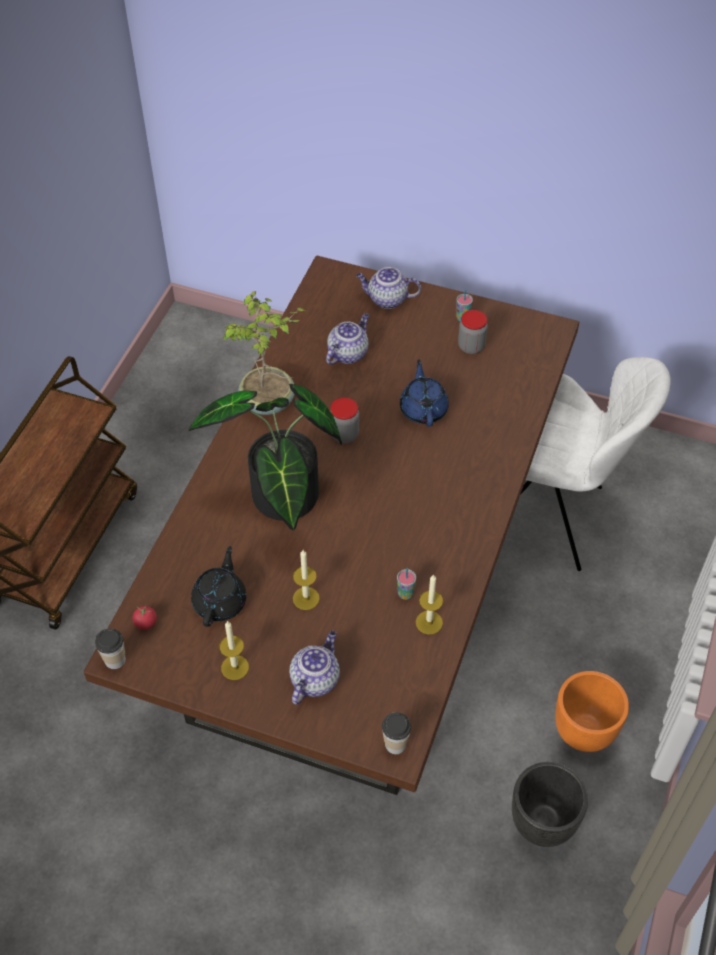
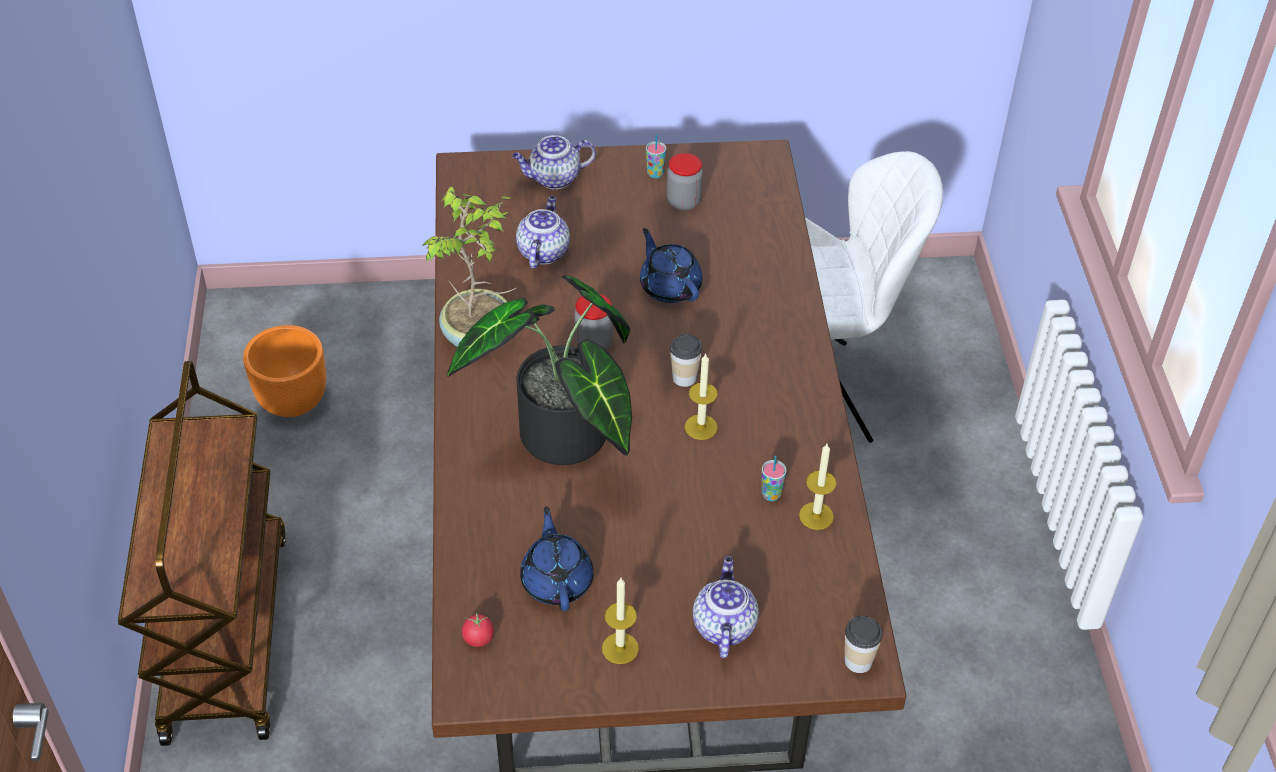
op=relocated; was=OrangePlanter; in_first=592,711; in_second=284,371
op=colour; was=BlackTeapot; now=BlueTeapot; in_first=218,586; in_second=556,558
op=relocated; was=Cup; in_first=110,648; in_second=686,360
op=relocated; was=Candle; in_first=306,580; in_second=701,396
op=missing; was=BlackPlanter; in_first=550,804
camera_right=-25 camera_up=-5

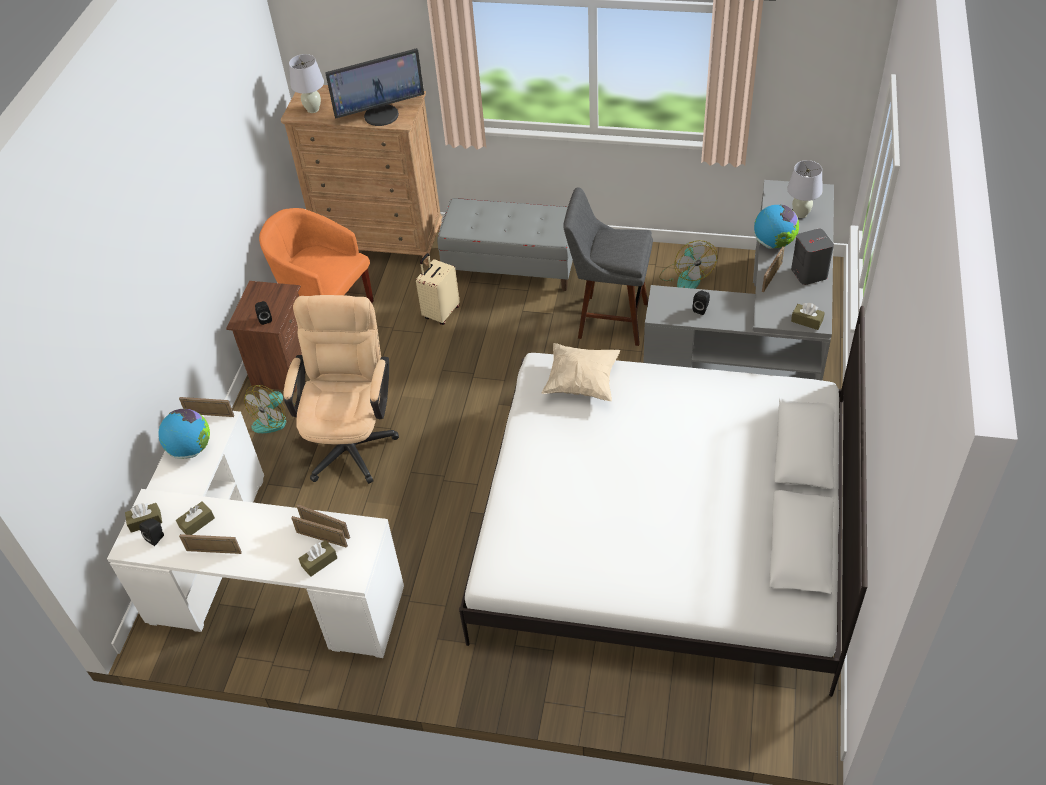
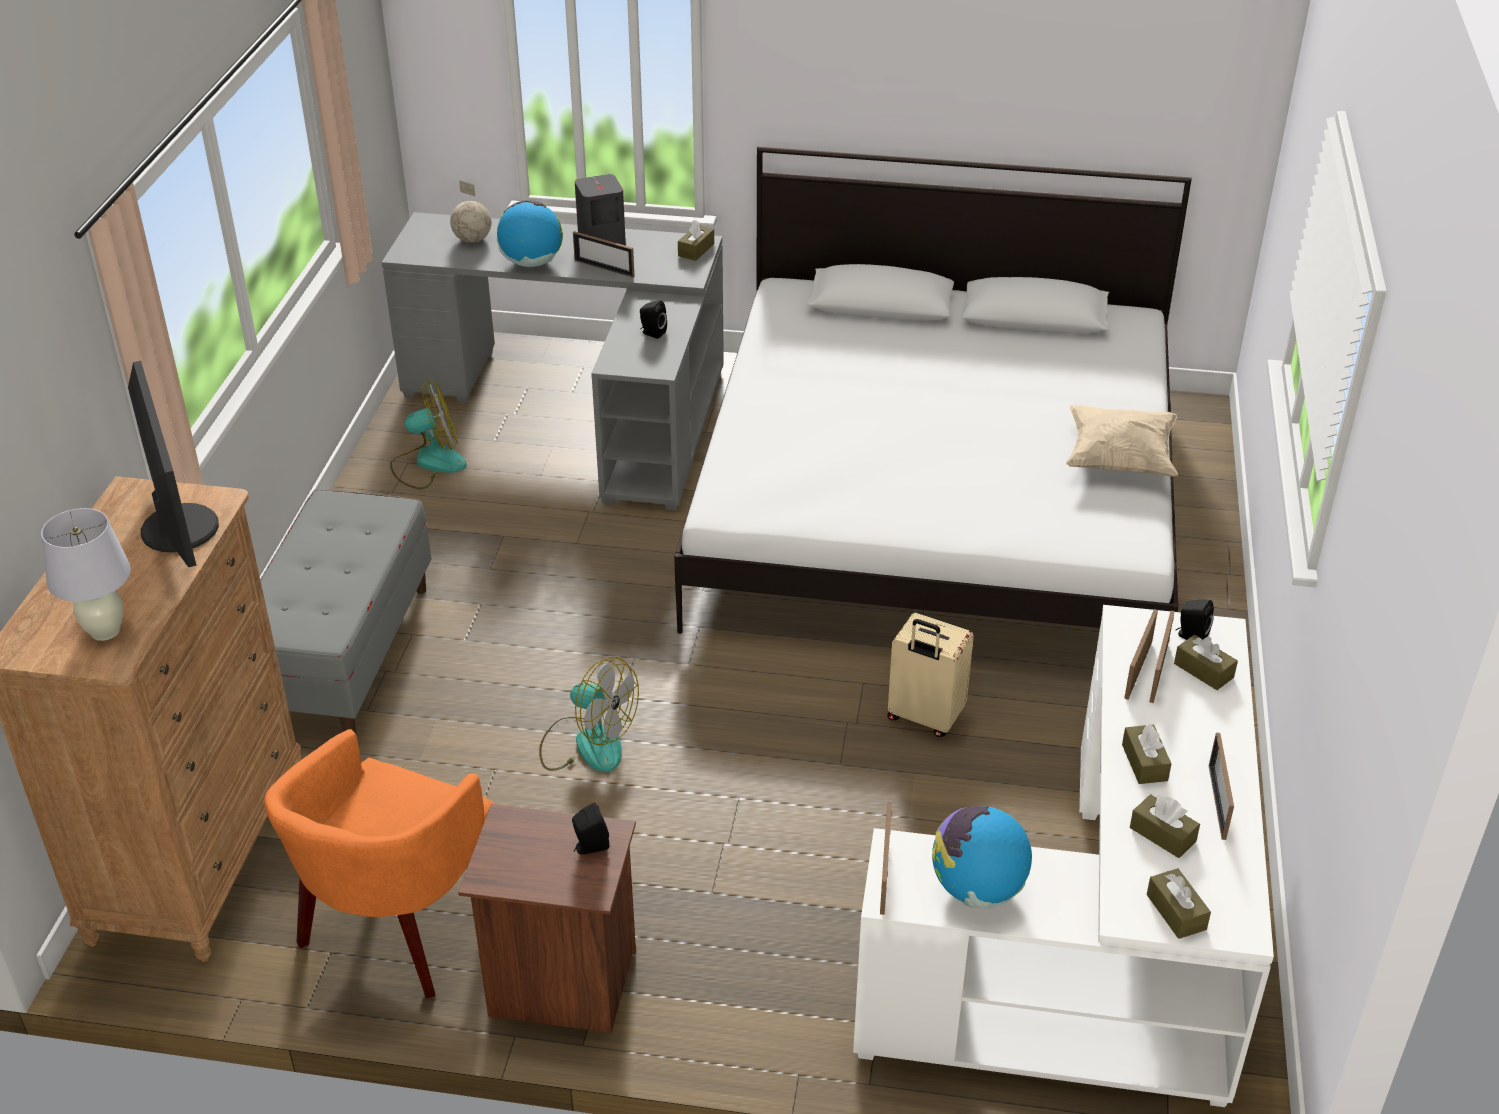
op=exchanged; was=WhiteTableLamp; now=Globe; in_first=805,189; in_second=470,211
op=relocated; was=Fan; in_first=269,409; in_second=589,714
op=relocated; was=BeigeSuitcase; in_first=438,289; in_second=930,675
op=relocated; was=BeigePillow; in_first=581,372; in_second=1122,441
op=appeared; now=BrownTissueBox; in_second=1146,753
op=relocated; was=BlackSpeaker; in_first=151,532; in_second=1195,619
op=missing; was=BeigeOfficeChair; in_first=341,389
op=missing; was=GreyStool; in_first=608,266
camera_right=-95 camera_up=-10

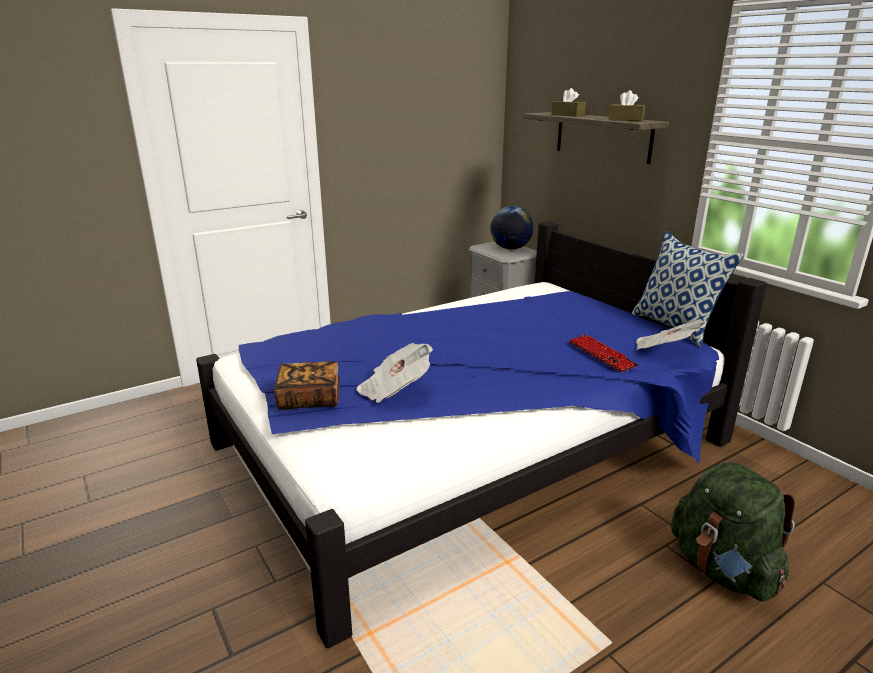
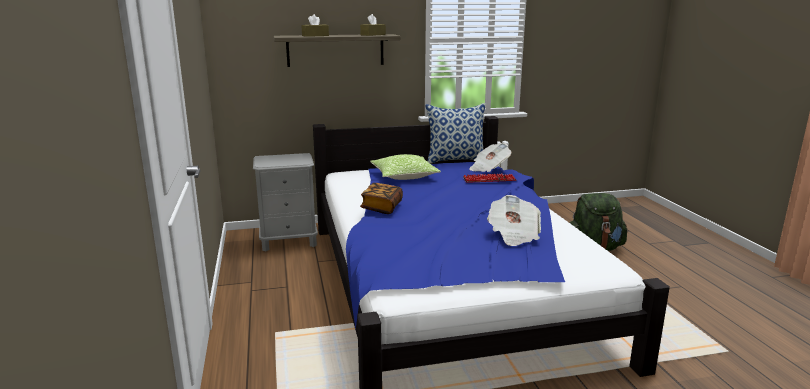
op=relocated; was=Book; in_first=307,385; in_second=381,198
op=appeared; now=Pillow; in_second=405,167
op=missing; was=Globe; in_first=512,228
camera_right=-70 camera_up=-5

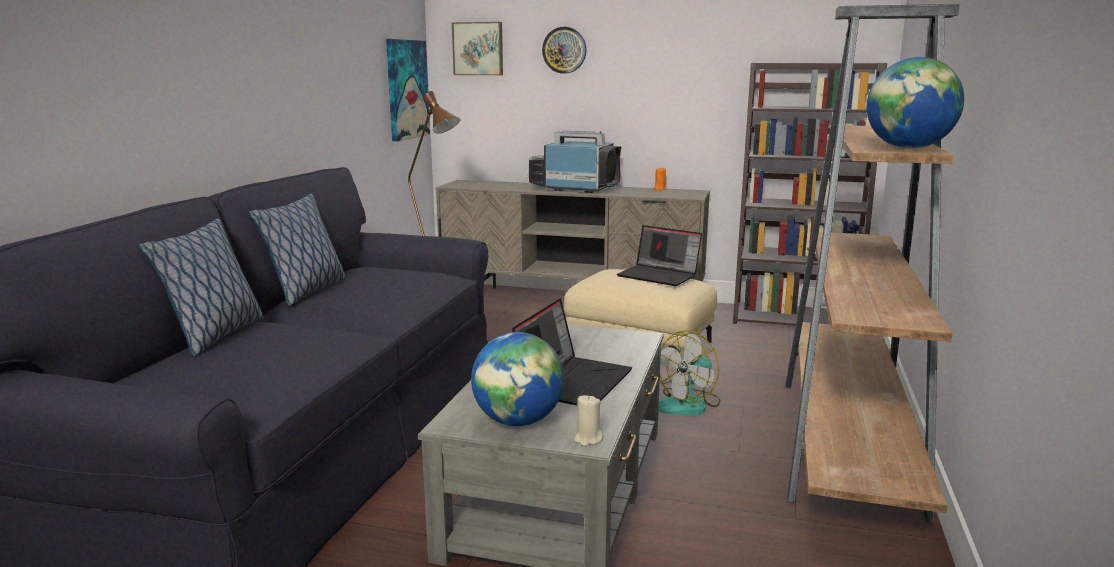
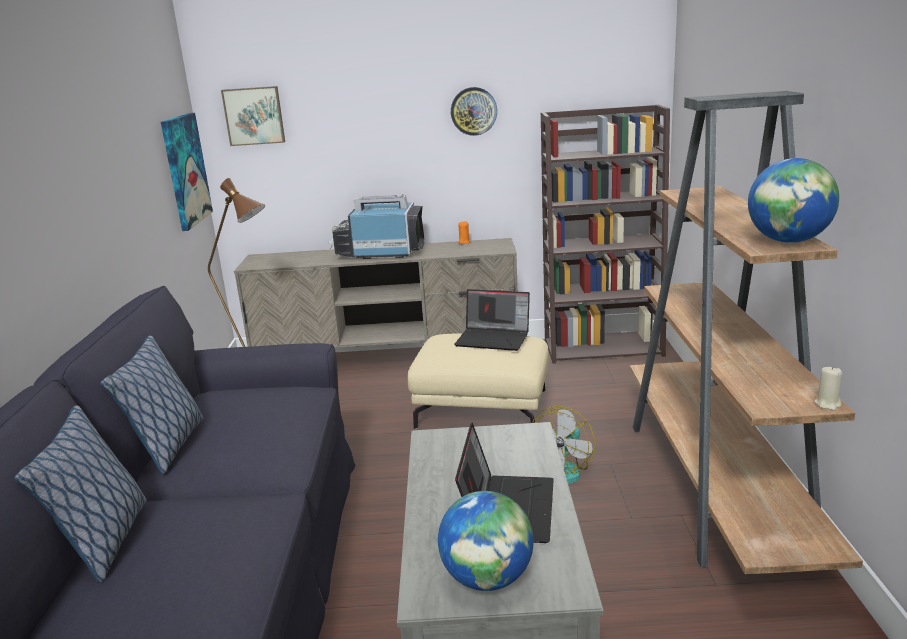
op=relocated; was=WallClock; in_first=564,50; in_second=474,111
op=relocated; was=BeigeCandle; in_first=589,420; in_second=828,388
camera_right=-15 camera_up=5

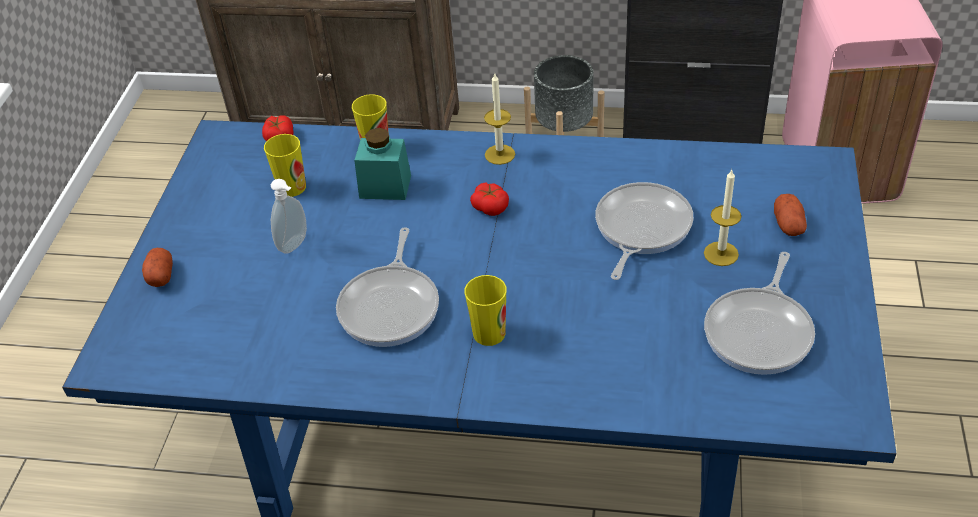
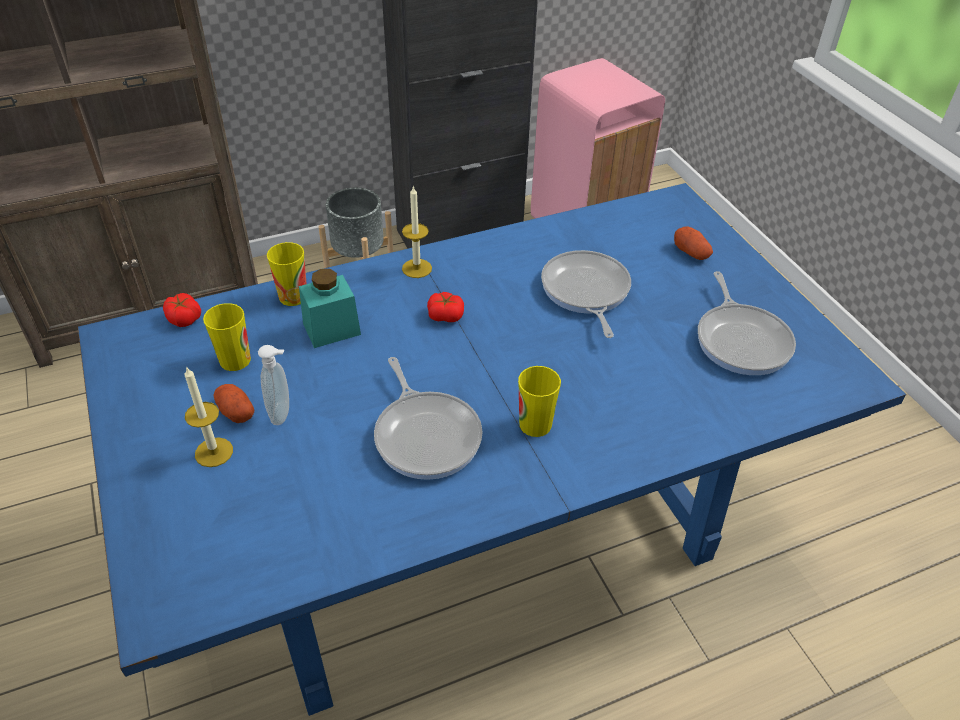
op=relocated; was=Candle; in_first=722,218; in_second=209,416
op=relocated; was=Potato; in_first=157,267; in_second=233,403
camera_right=-35 camera_up=0

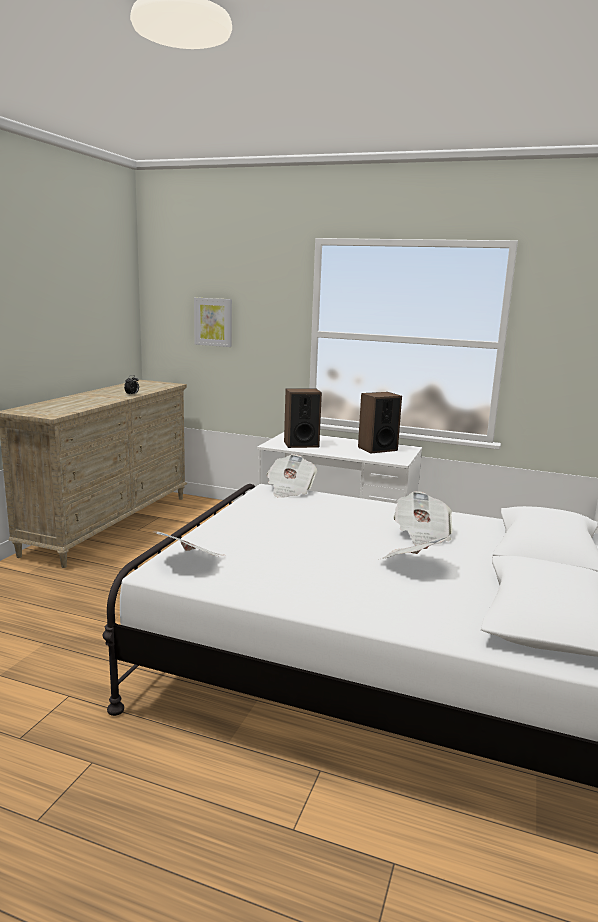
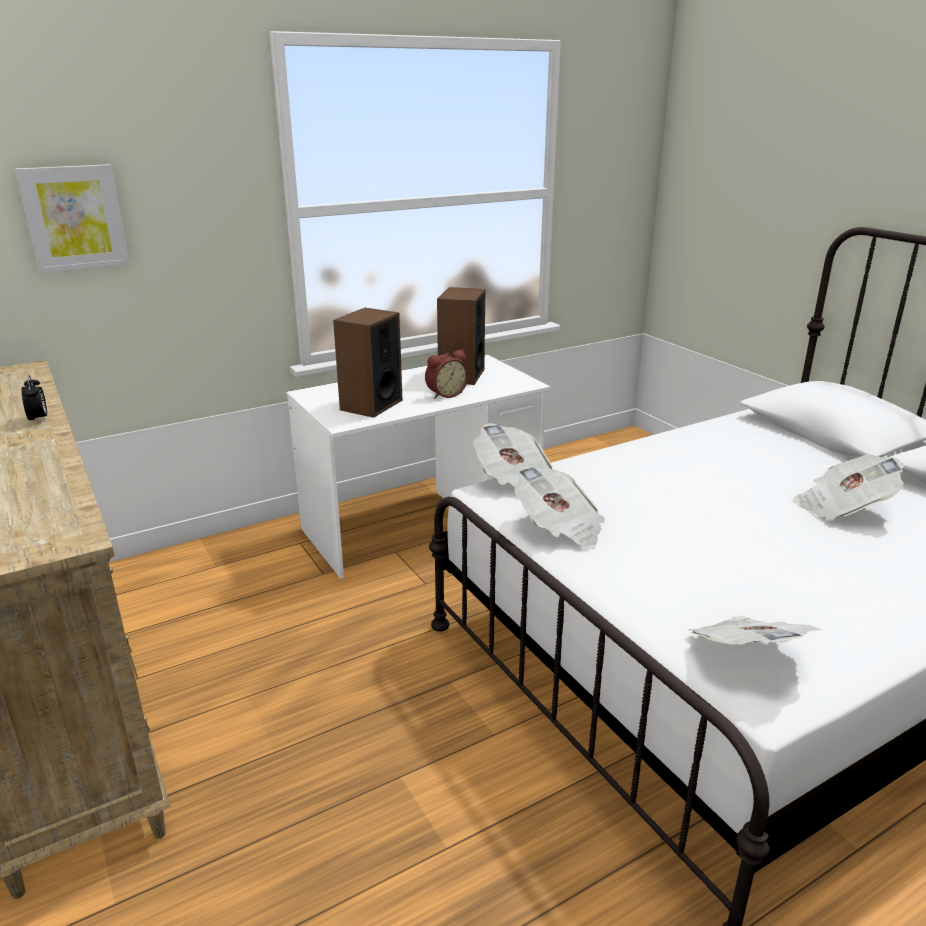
op=appeared; now=AlarmClock; in_second=447,374
op=relocated; was=Newspaper; in_first=423,518; in_second=559,507
camera_right=-50 camera_up=10

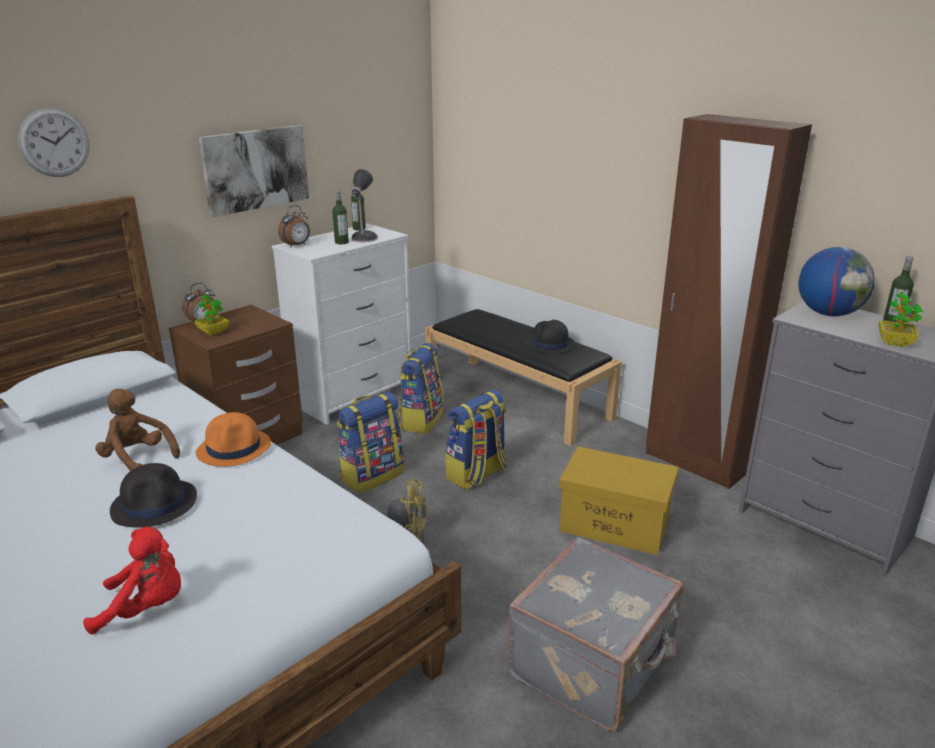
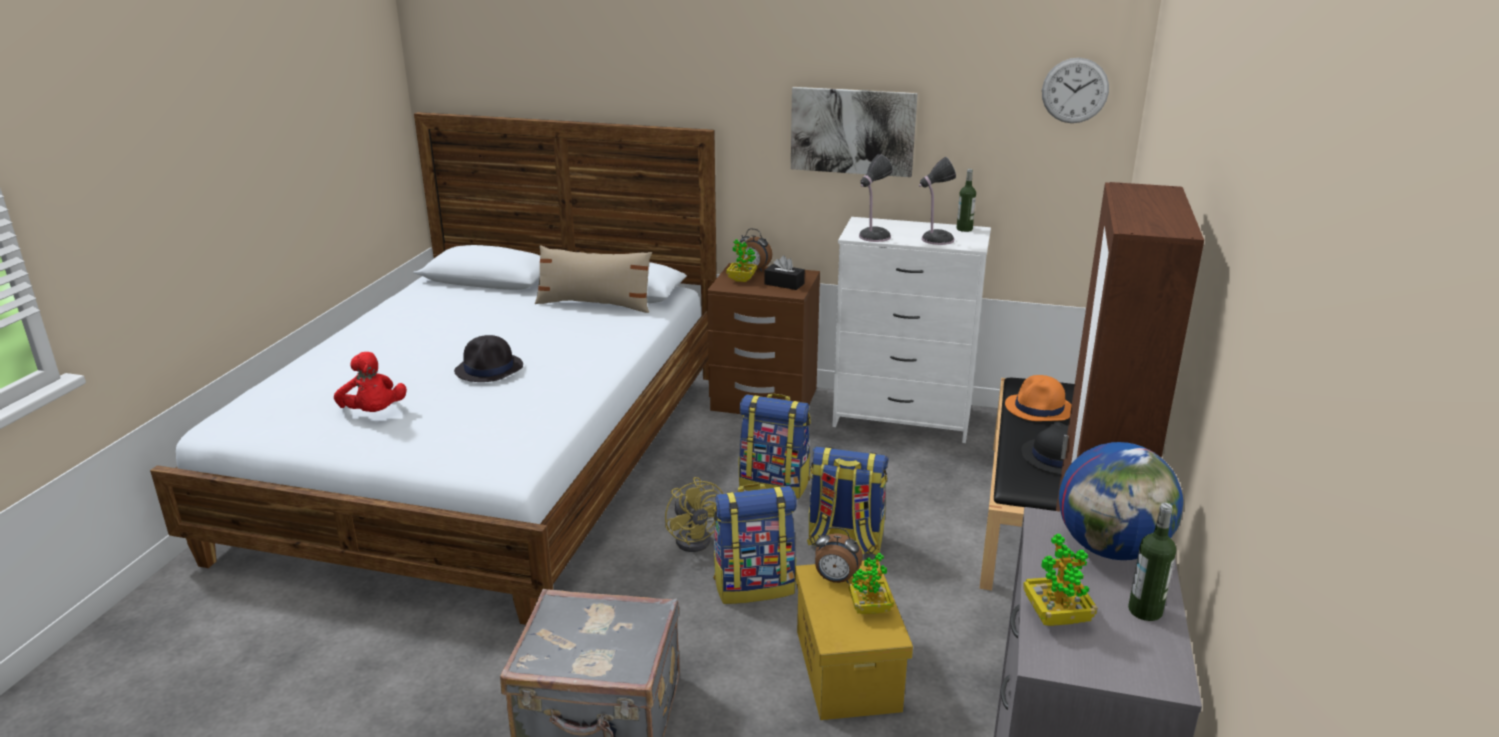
op=appeared; now=BeigePillow; in_second=593,279
op=relocated; was=Backpack; in_first=420,388; in_second=755,544
op=appeared; now=BlackTissueBox; in_second=784,273
op=relocated; was=AlarmClock; in_first=294,226; in_second=839,555
op=appeared; now=PottedPlant; in_second=871,583
op=appeared; now=TableLamp; in_second=876,198
op=relocated; was=OrangeHat; in_first=233,439; in_second=1038,398
op=relocated; was=WallClock; in_first=54,142; in_second=1075,90
op=missing; was=BrownPlushToy; in_first=137,430
op=missing; was=Bottle; in_first=340,217
camera_right=60 camera_up=0

